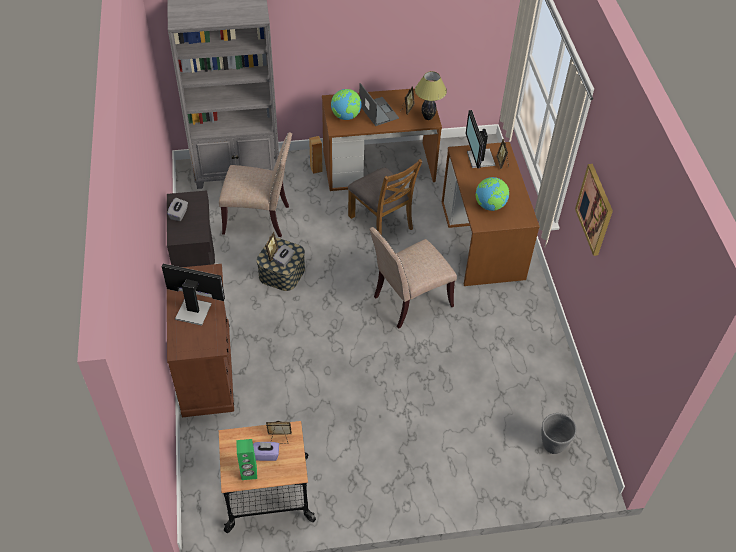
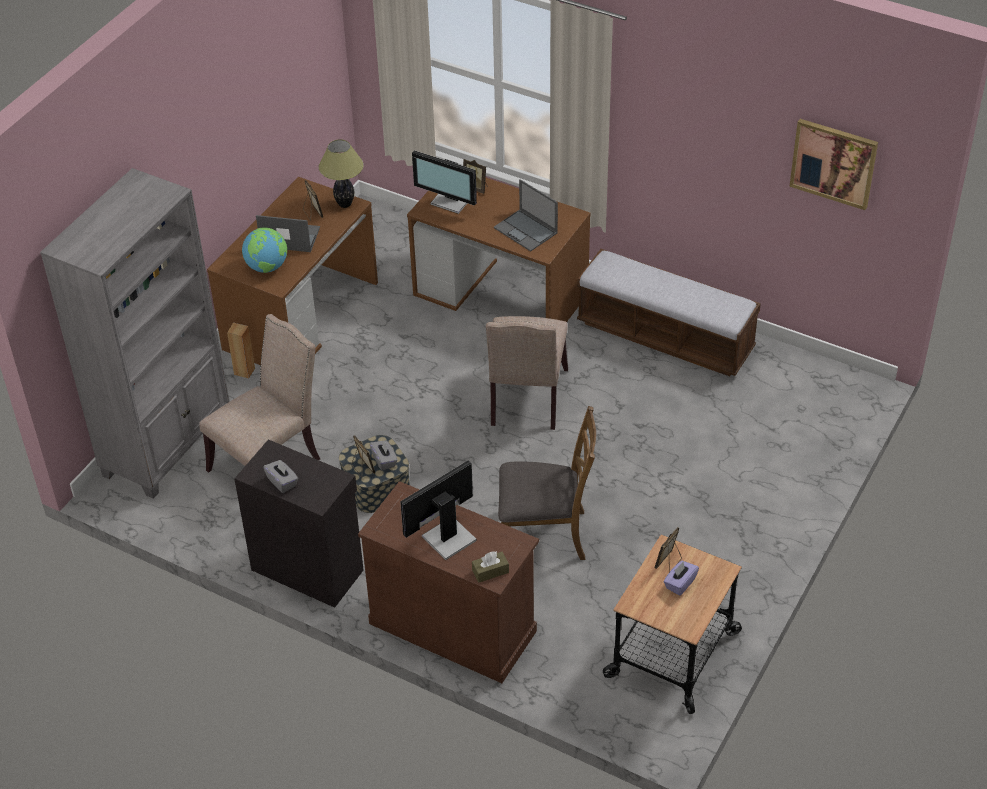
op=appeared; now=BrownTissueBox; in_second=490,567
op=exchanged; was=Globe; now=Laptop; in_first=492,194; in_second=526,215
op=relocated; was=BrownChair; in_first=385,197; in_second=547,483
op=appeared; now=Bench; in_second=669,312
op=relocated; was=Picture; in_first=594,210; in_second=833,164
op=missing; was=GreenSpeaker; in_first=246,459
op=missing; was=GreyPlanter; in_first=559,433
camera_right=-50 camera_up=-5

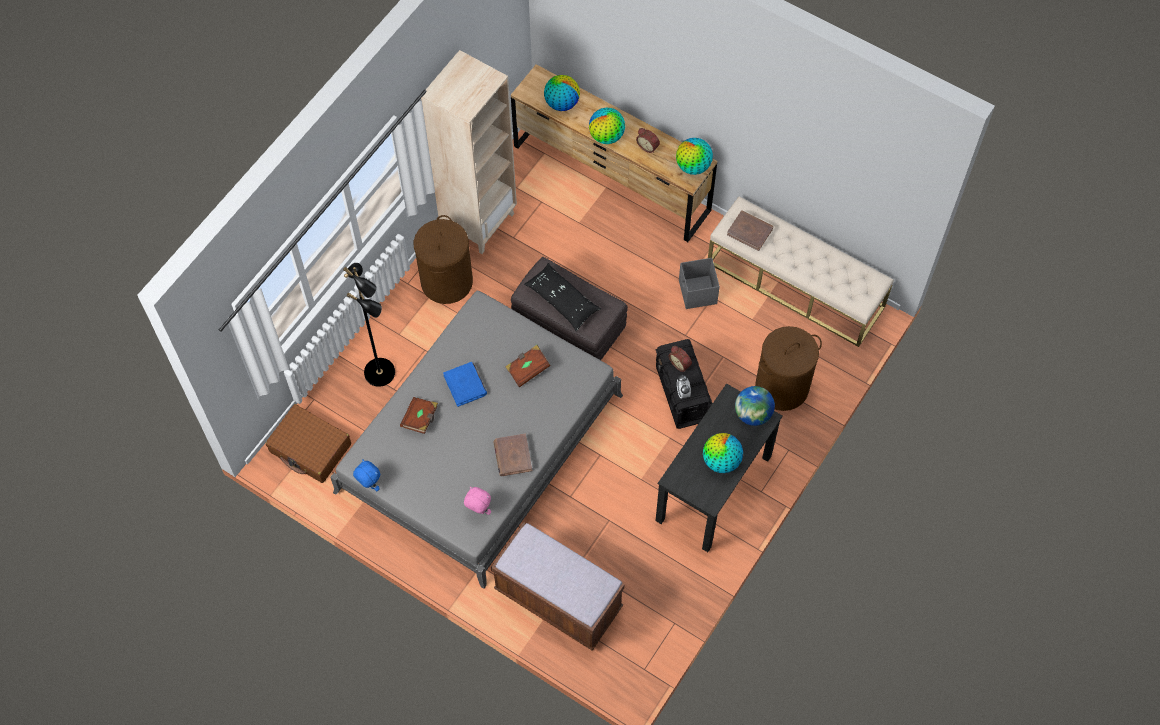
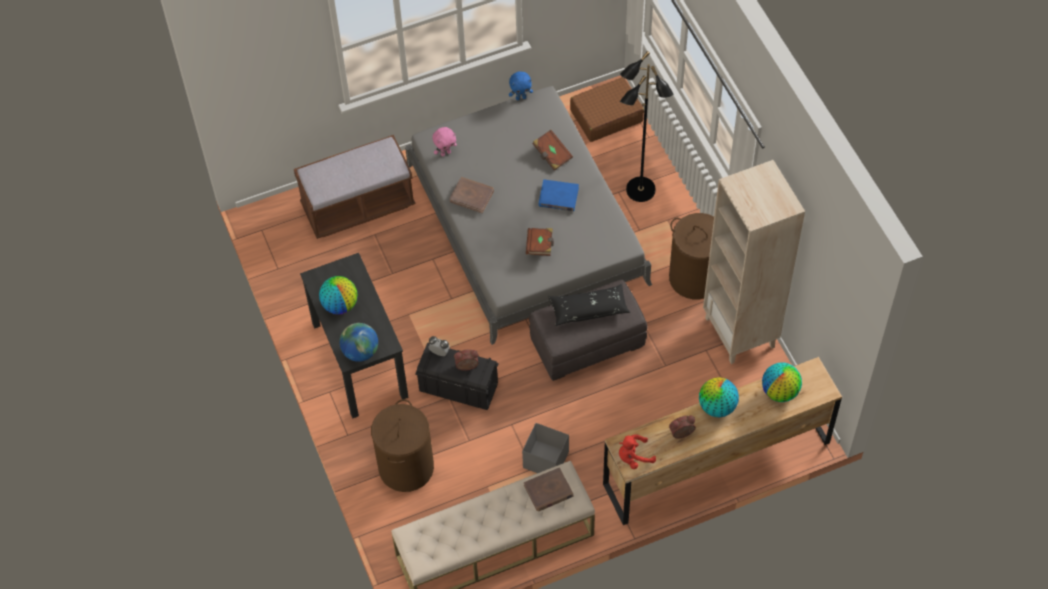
op=exchanged; was=Globe; now=RedPlushToy; in_first=694,156; in_second=637,451
camera_right=125 camera_up=-5

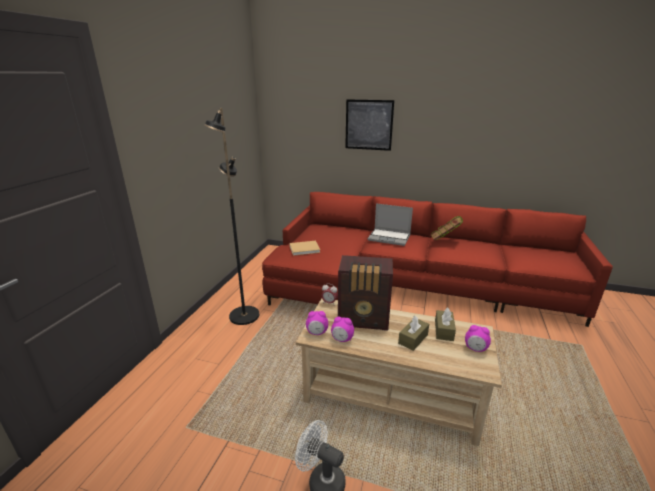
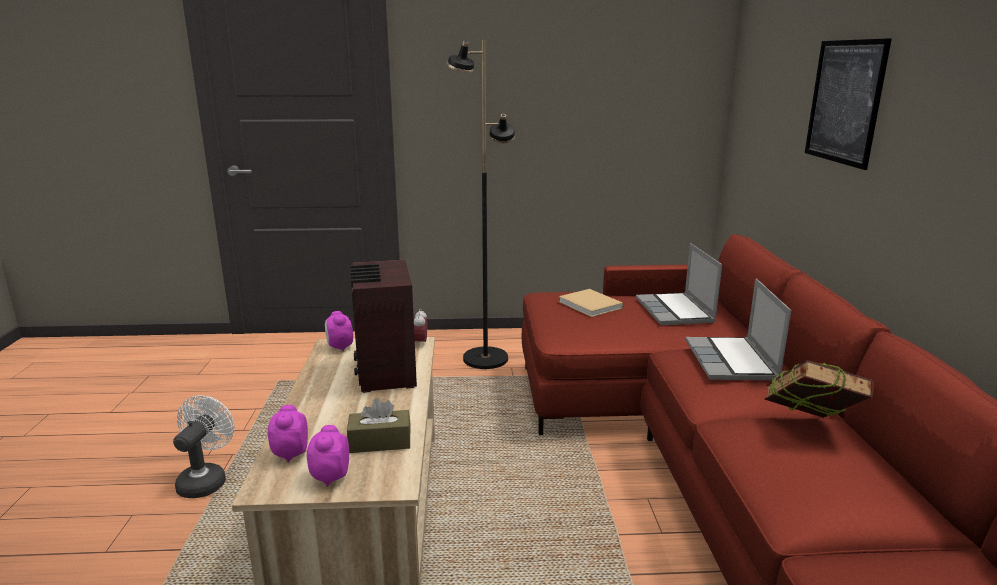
op=relocated; was=AlarmClock; in_first=342,329; in_second=287,434
op=appeared; now=Laptop; in_second=679,284
op=missing; was=BrownTissueBox; in_first=413,333
camera_right=70 camera_up=-5

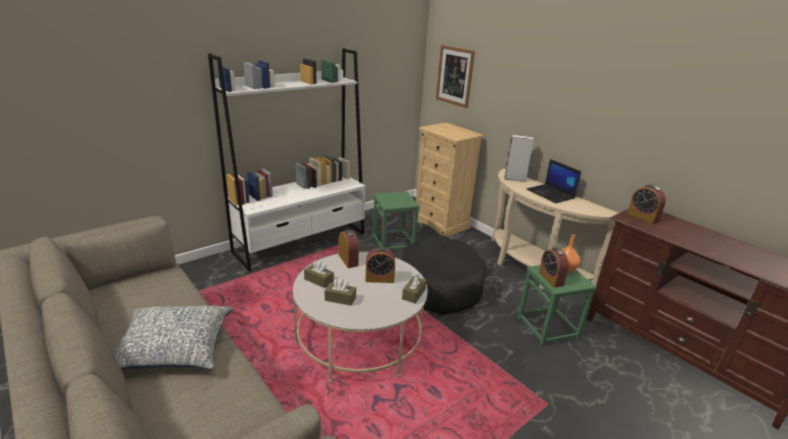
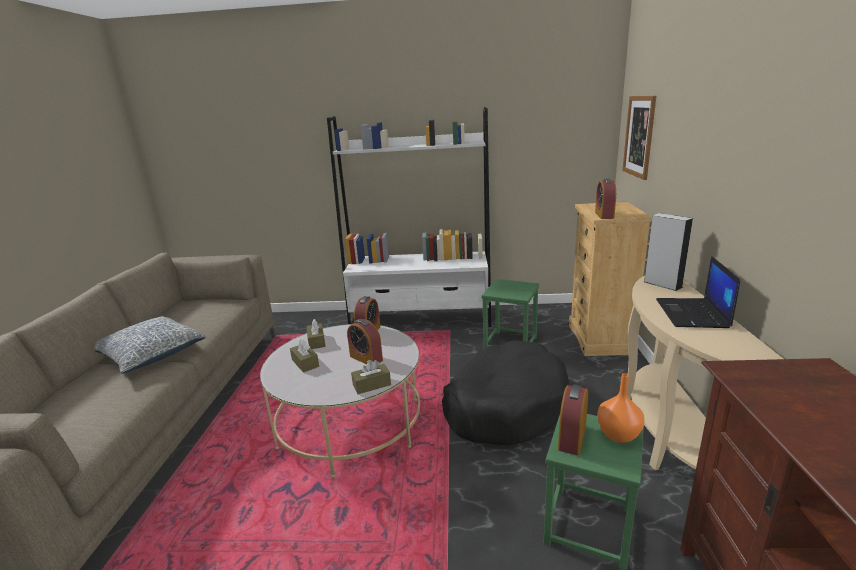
op=relocated; was=AlarmClock; in_first=646,204; in_second=605,199
camera_right=45 camera_up=-5

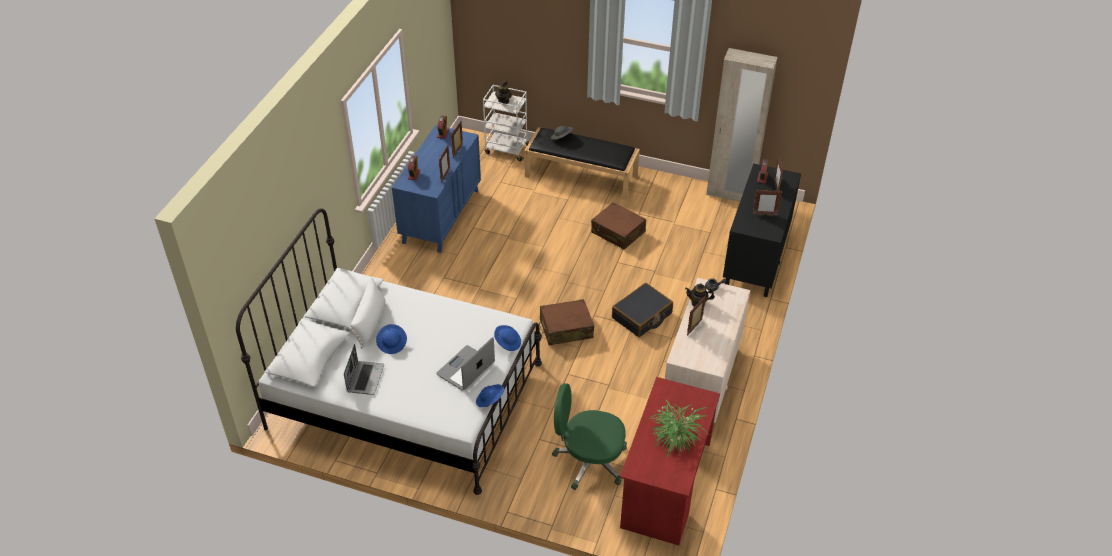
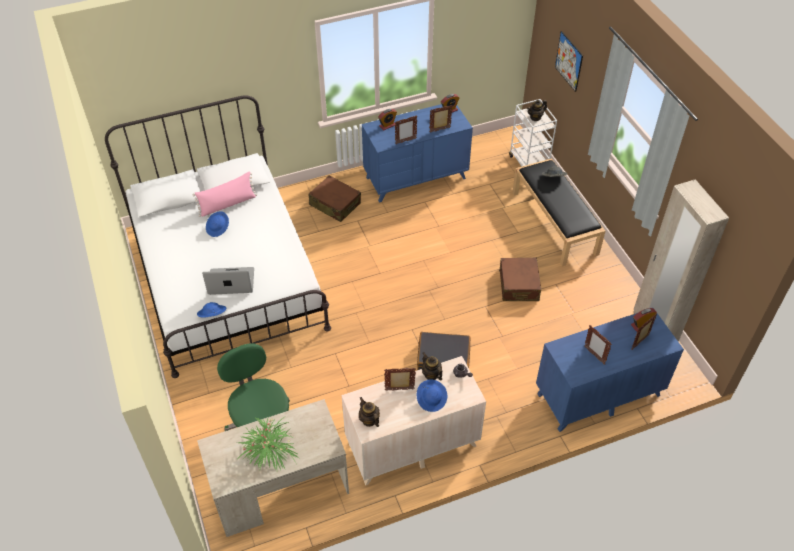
op=colour; was=WhitePillow; now=PinkPillow; in_first=367,312; in_second=225,194
op=colour; was=RedDesk; now=BeigeDesk; in_first=670,461; in_second=273,468
op=relocated; was=BrownSuitcase; in_first=566,322; in_second=334,198
op=appeared; now=Teapot; in_second=369,412
op=relocated; was=BlueHat; in_first=507,338; in_second=432,395
op=colour; was=BlackDresser; now=BlueDresser; in_first=762,230; in_second=610,370
op=appeared; now=Picture; in_second=569,61
op=missing; was=Laptop; in_first=364,369
camera_right=50 camera_up=5

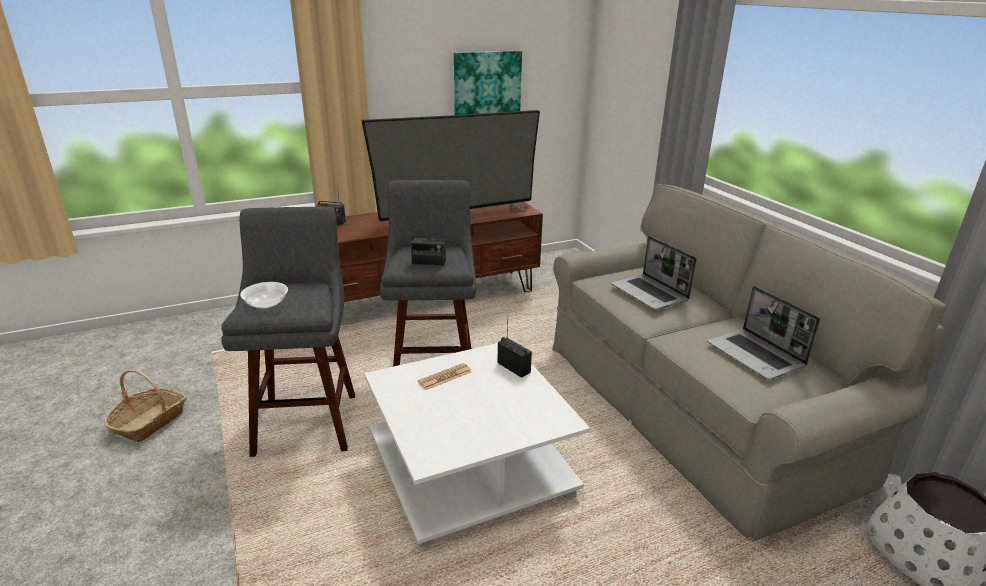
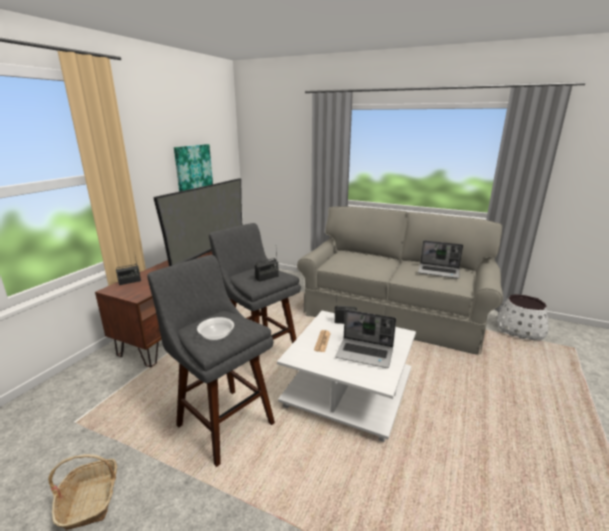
op=relocated; was=Laptop; in_first=654,273; in_second=365,339
camera_right=-40 camera_up=-5

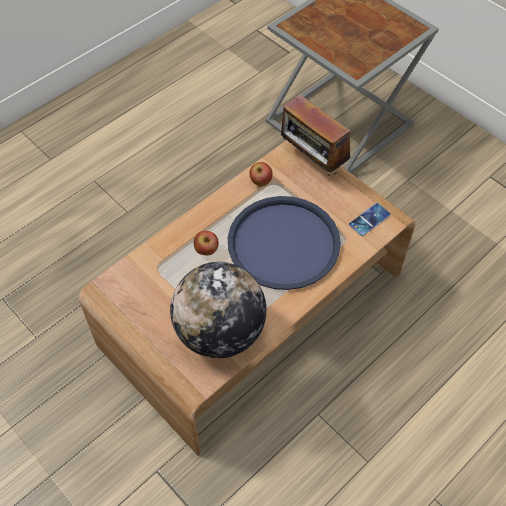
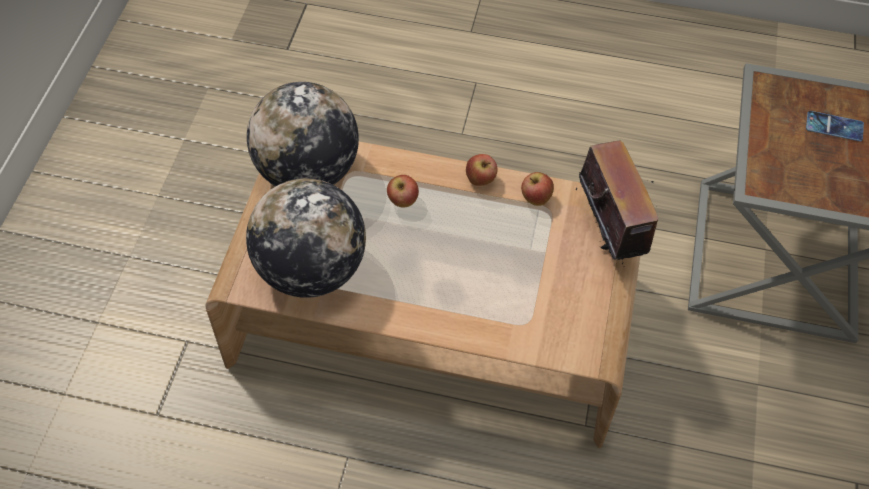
op=appeared; now=Globe; in_second=303,134
op=appeared; now=Apple; in_second=482,170
op=spun; was=Radio; in_first=316,135; in_second=617,204; clockwise=150
op=relocated; was=Phone; in_first=370,219; in_second=835,126
op=missing; was=BlueTray; in_first=284,243
camera_right=55 camera_up=0

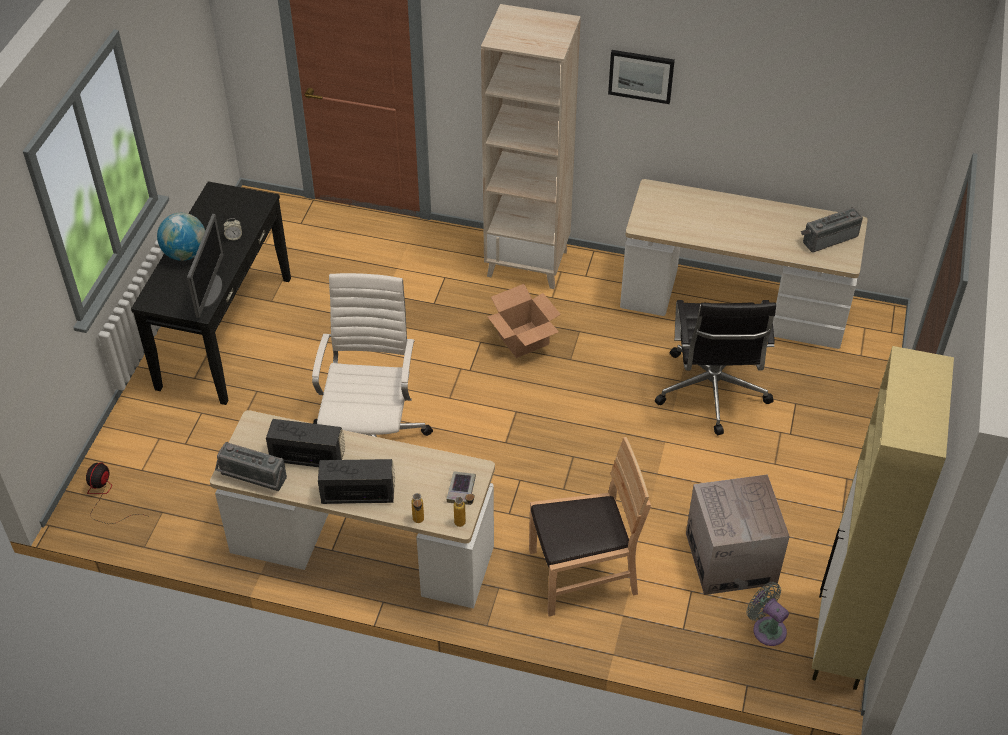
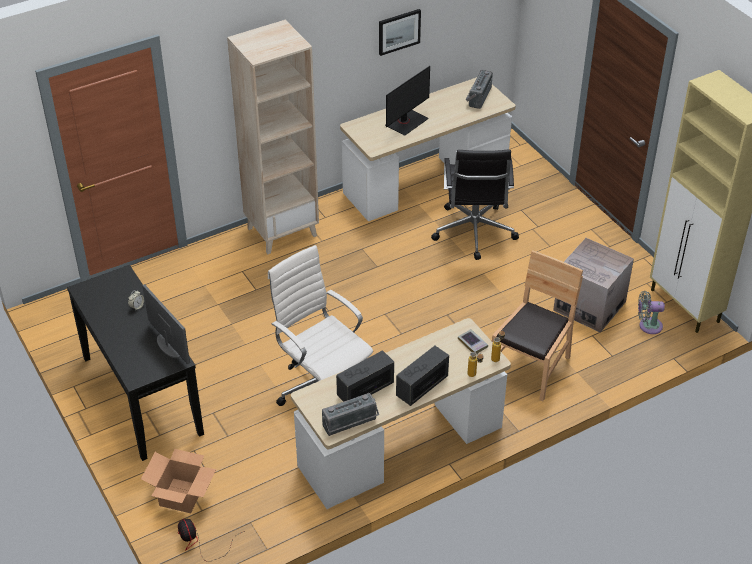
op=relocated; was=CardboardBox; in_first=524,321; in_second=178,481
op=relocated; was=Picture; in_first=641,77; in_second=400,32
op=appeared; now=Monitor; in_second=407,101
op=spun; was=BlackOfficeChair; in_first=715,367; in_second=475,205; clockwise=45
op=missing; was=Globe; in_first=181,237
camera_right=-45 camera_up=-5

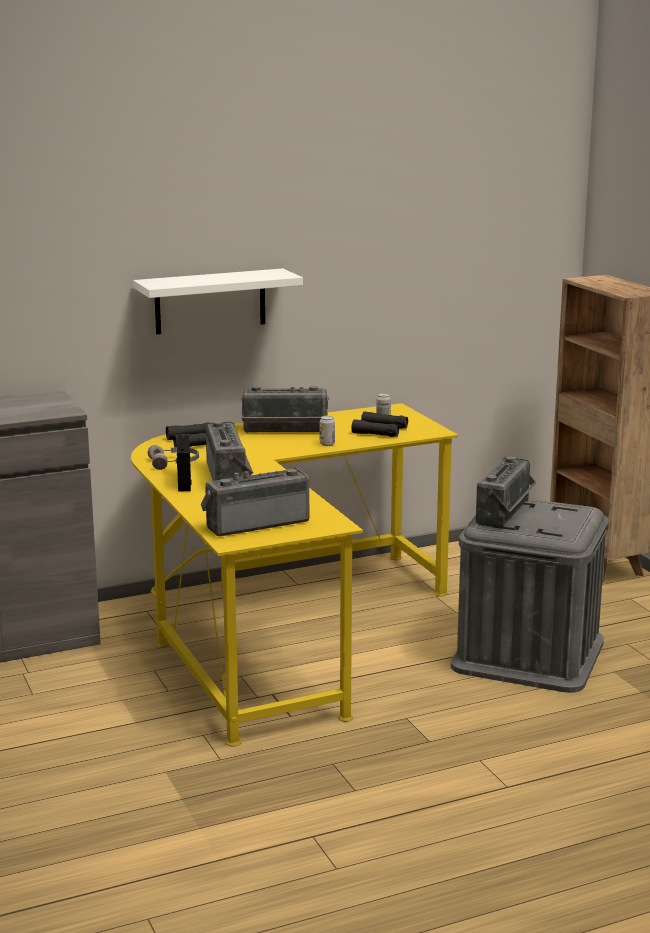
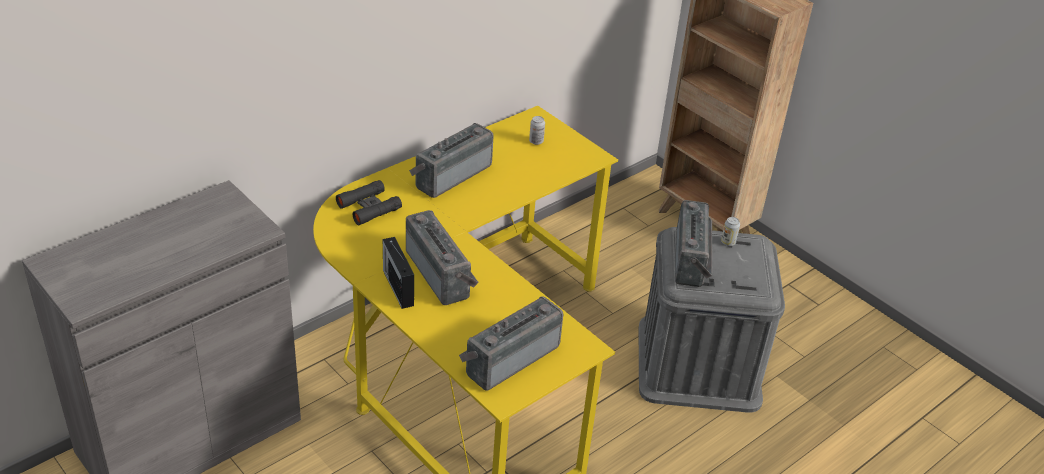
op=spun; was=Radio; in_first=285,409; in_second=451,160; clockwise=150
op=relocated; was=Can; in_first=327,431; in_second=730,231
op=missing; was=WhiteShelf; in_first=218,301
op=missing; was=GreyHeadphones; in_first=173,457
op=missing; was=BlackBinoculars; in_first=379,424
camera_right=-20 camera_up=20

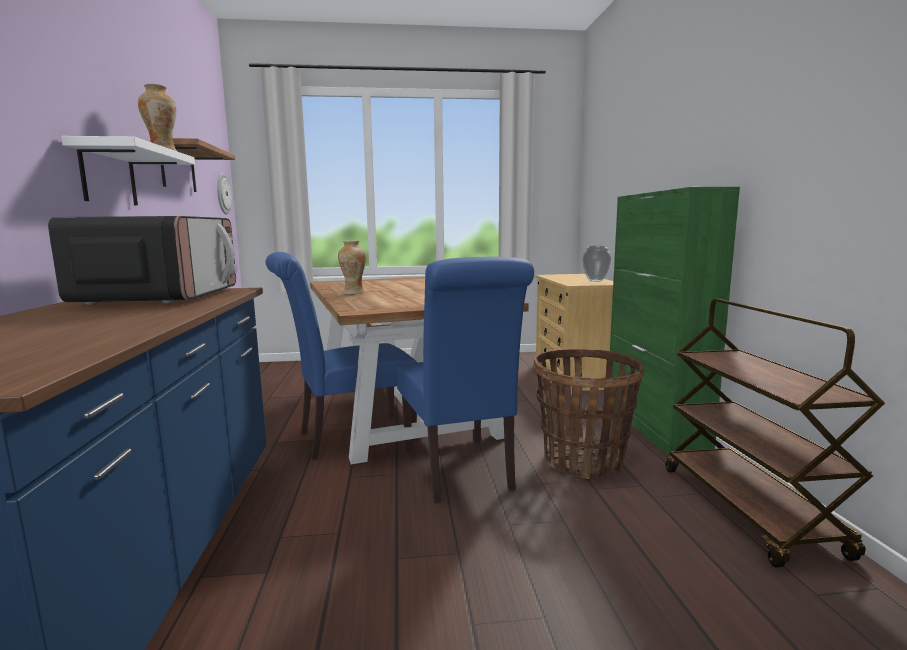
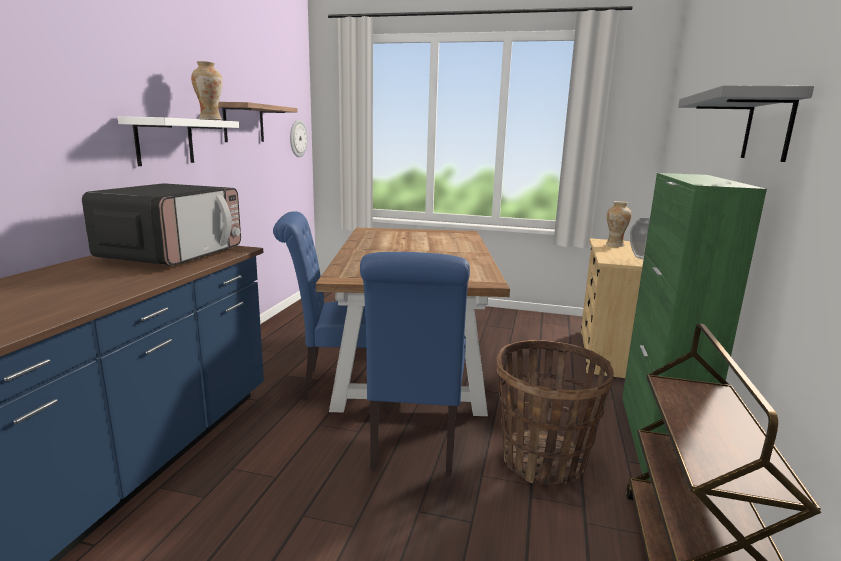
op=relocated; was=Vase; in_first=352,267; in_second=619,224
op=appeared; now=GreyShelf; in_second=746,123
camera_right=20 camera_up=5

